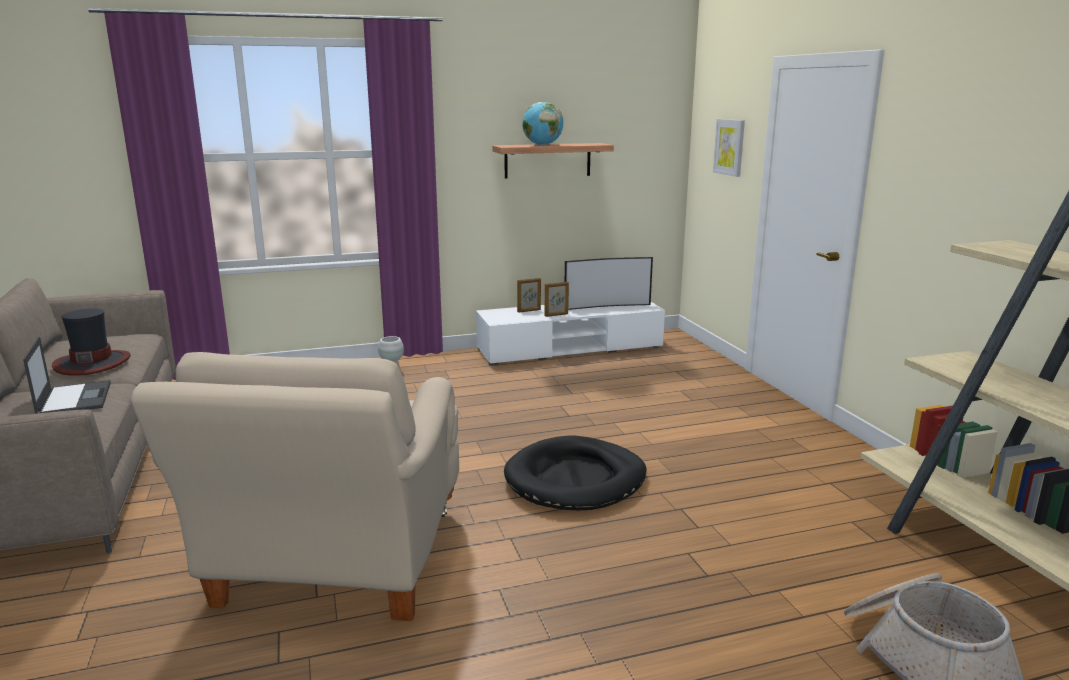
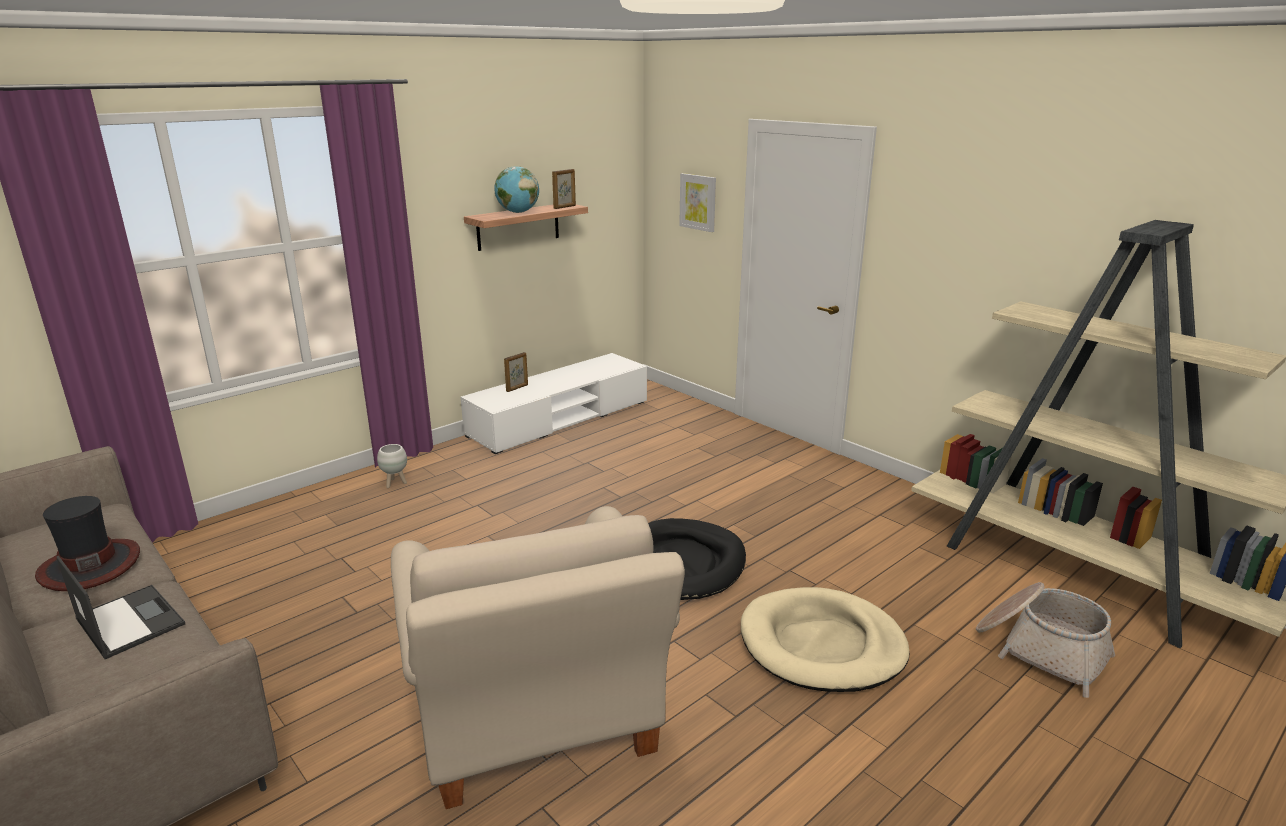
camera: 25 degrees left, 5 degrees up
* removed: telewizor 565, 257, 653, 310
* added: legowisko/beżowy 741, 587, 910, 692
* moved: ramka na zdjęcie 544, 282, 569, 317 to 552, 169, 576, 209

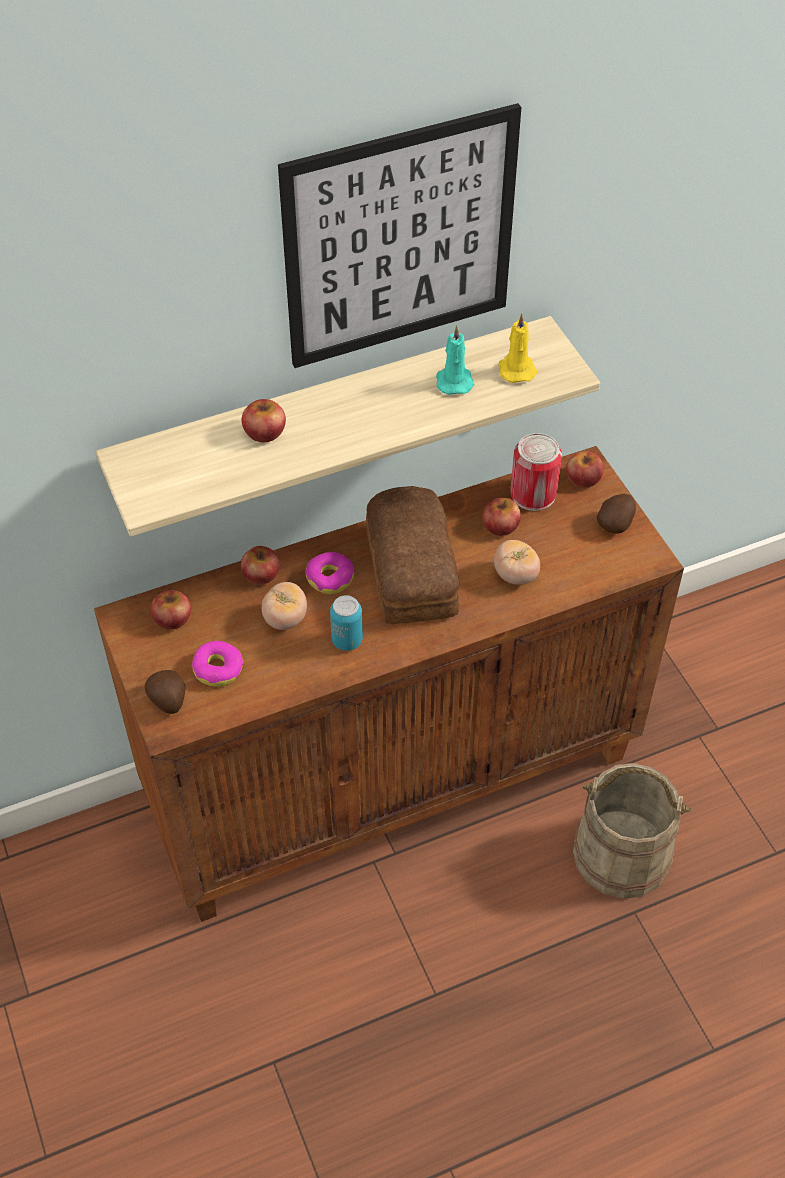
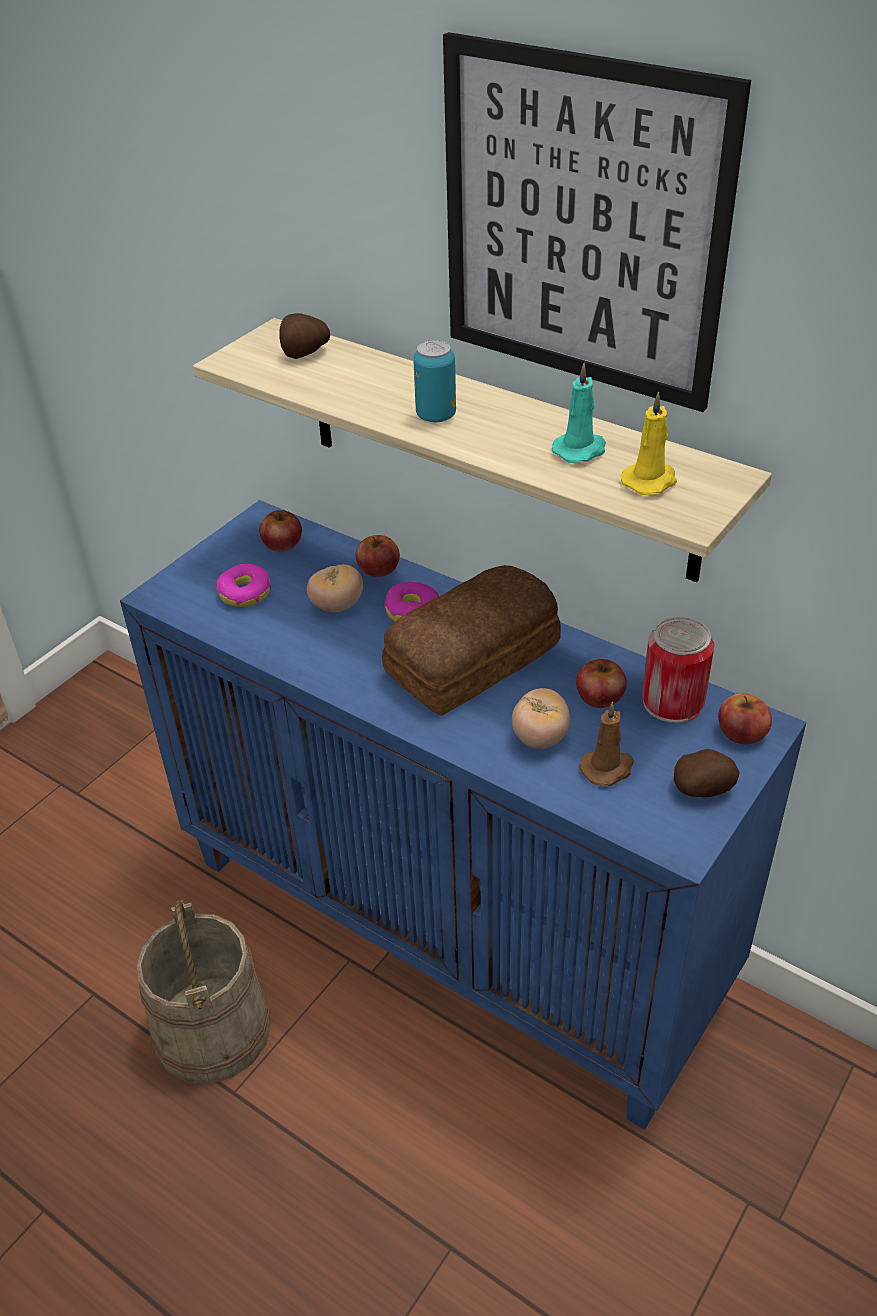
camera: 60 degrees right, 10 degrees down
* removed: jabłko 242, 399, 286, 442
* added: świeca/brązowy 580, 702, 634, 786
* moved: ziemniak 144, 670, 185, 714 to 279, 313, 330, 359
* moved: puszka 330, 595, 363, 651 to 413, 340, 456, 422
* moved: wiadro/beżowy 573, 763, 691, 899 to 136, 900, 271, 1084
* recoloured: szafka/brązowy 94, 446, 684, 922 to szafka/niebieski 120, 500, 806, 1130

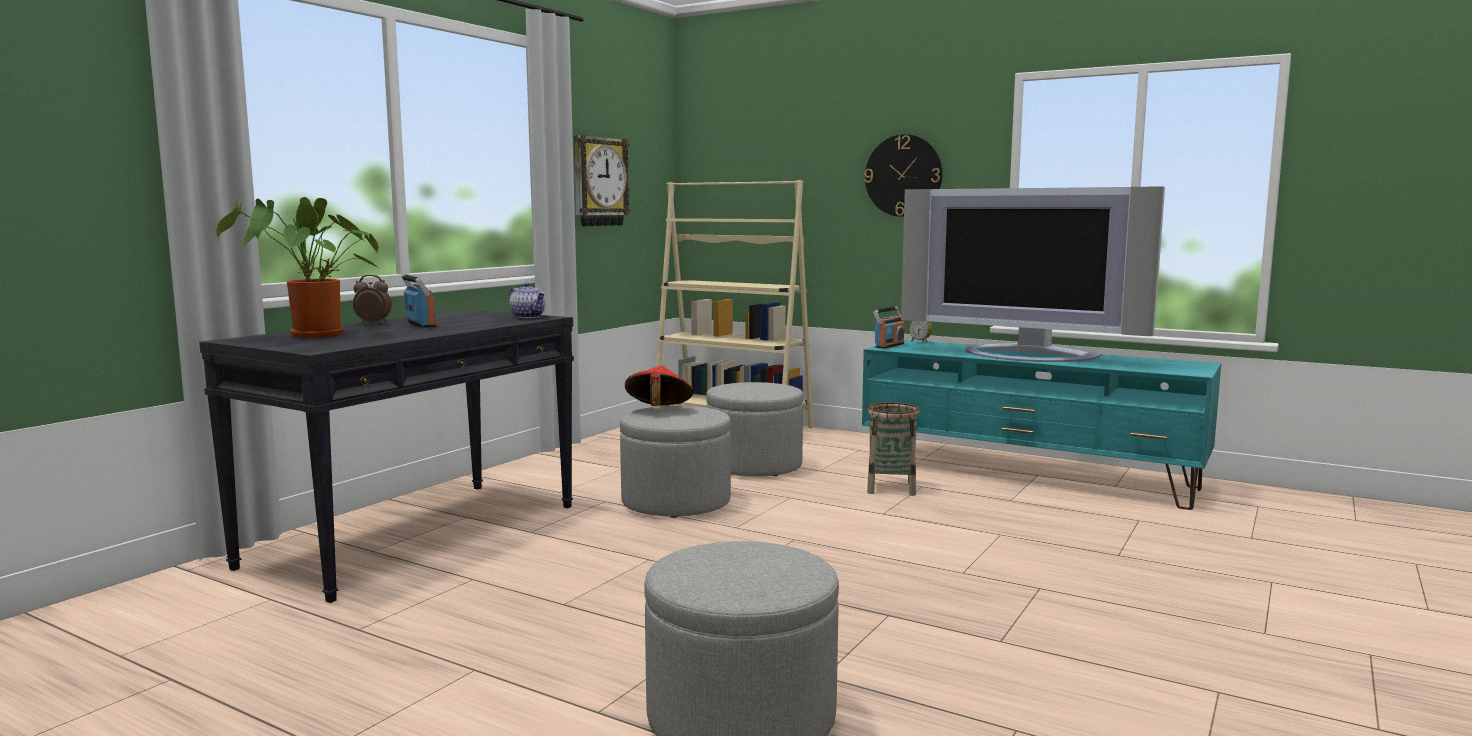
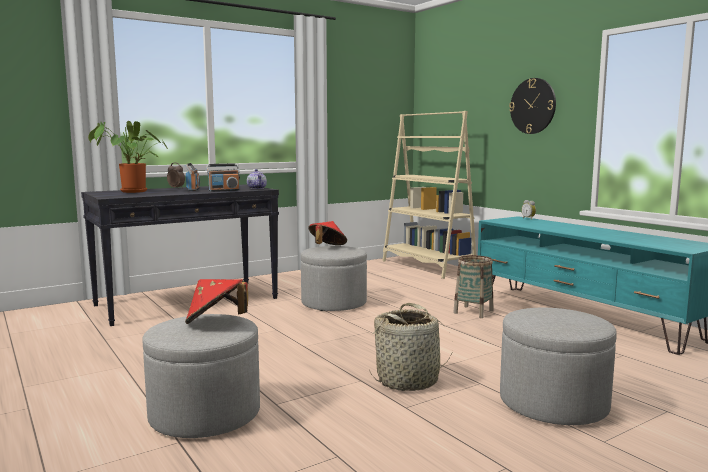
camera: 25 degrees right, 0 degrees up
* removed: zegar ścienny 573, 135, 631, 226
* removed: telewizor 901, 187, 1165, 362
* added: kapelusz/czerwony 185, 279, 248, 324
* added: koszyk 369, 303, 453, 391
* moved: pufa/szary 706, 382, 803, 477 to 500, 308, 617, 425
* moved: radio 873, 306, 904, 349 to 206, 163, 240, 192

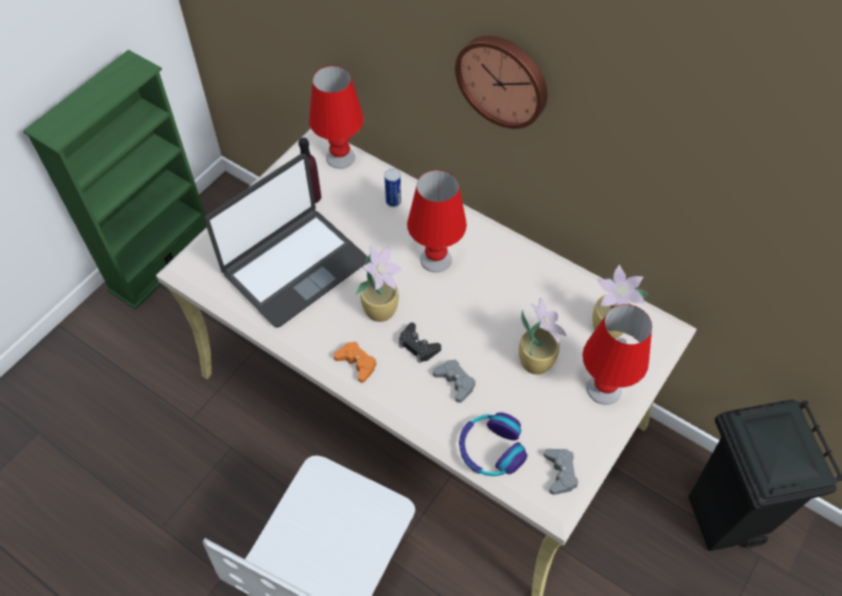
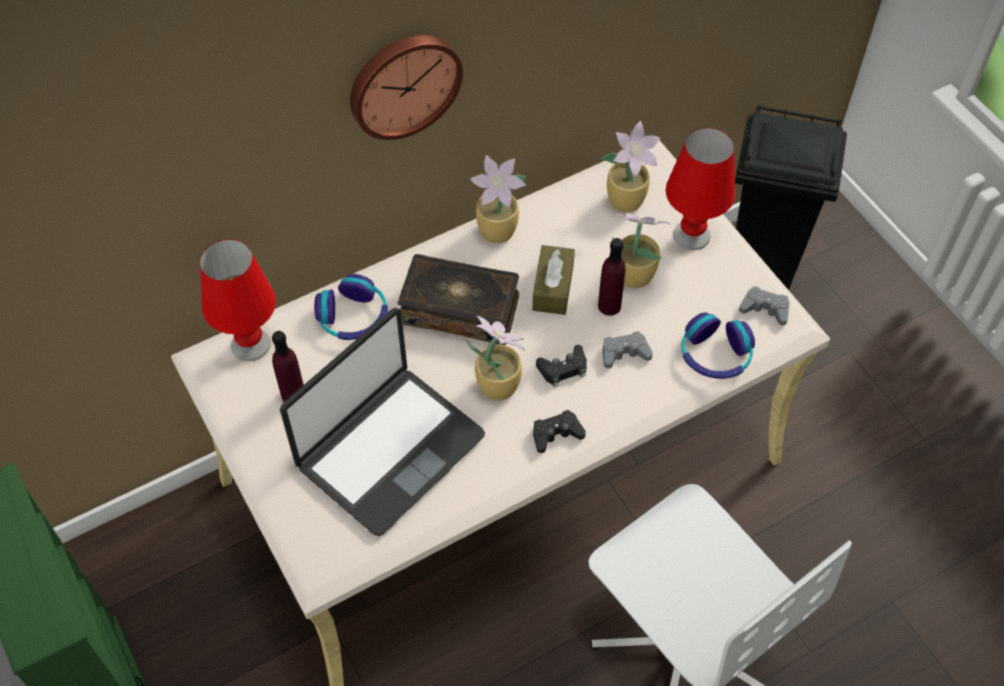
camera: 65 degrees left, 0 degrees up
* added: roślina doniczkowa 470, 155, 526, 243
* added: pudełko chusteczek/brązowy 532, 245, 575, 315
* added: butelka/fioletowy 598, 238, 626, 316
* replaced: puszka 384, 169, 401, 207 to słuchawki 314, 274, 388, 340
* replaced: lampa stołowa/czerwony 407, 170, 467, 273 to książka 398, 254, 519, 345
* recoloured: pad do gier/pomarańczowy 334, 341, 377, 383 to pad do gier/czarny 533, 410, 586, 453
* turned: laptop 204, 154, 367, 328 = 280, 308, 485, 537 60 degrees clockwise

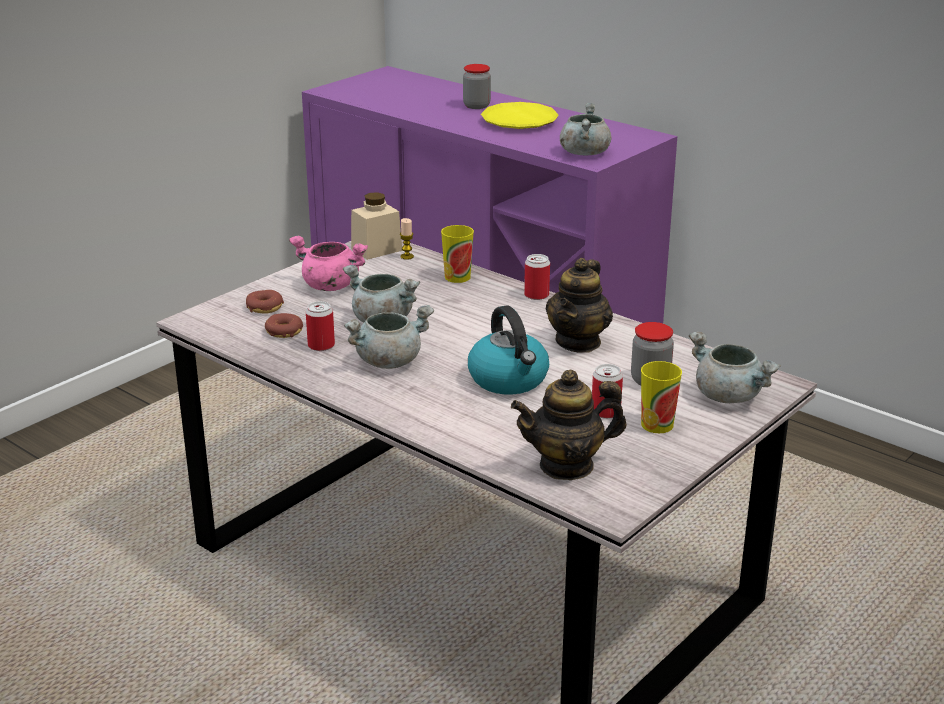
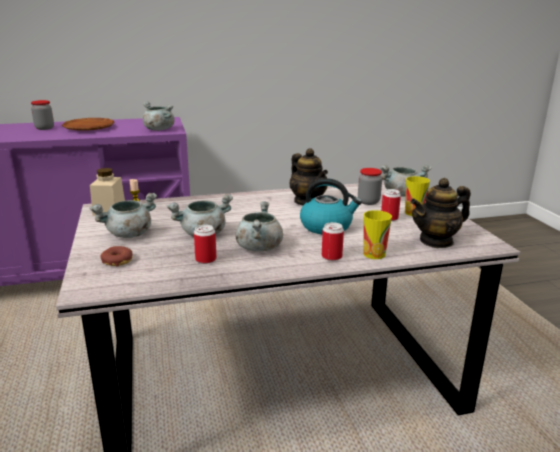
camera: 55 degrees left, 5 degrees down
* removed: donut 265, 313, 303, 338
* moved: filiżanka 441, 225, 474, 283 to 363, 210, 392, 259
* moved: puszka 524, 254, 550, 300 to 322, 222, 344, 261
* recoloured: garnek/różowy 289, 235, 368, 291 to garnek/szary 90, 193, 157, 238
* recoloured: talerz/żółty 481, 102, 559, 129 to talerz/brązowy 62, 118, 114, 131
* turned: imbryk 511, 370, 626, 480 = 410, 178, 471, 248 45 degrees clockwise

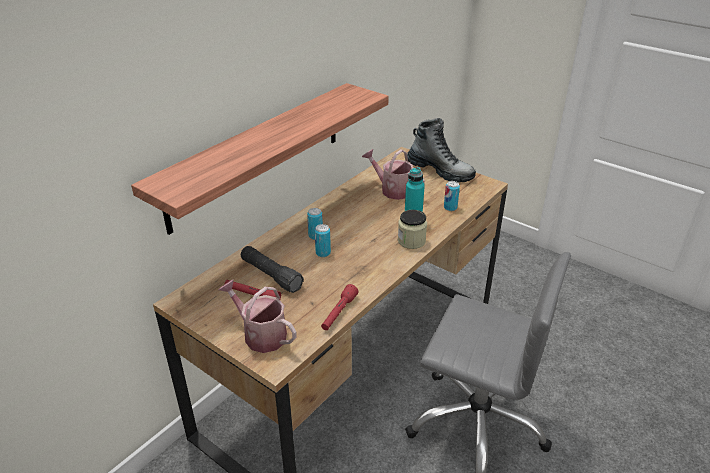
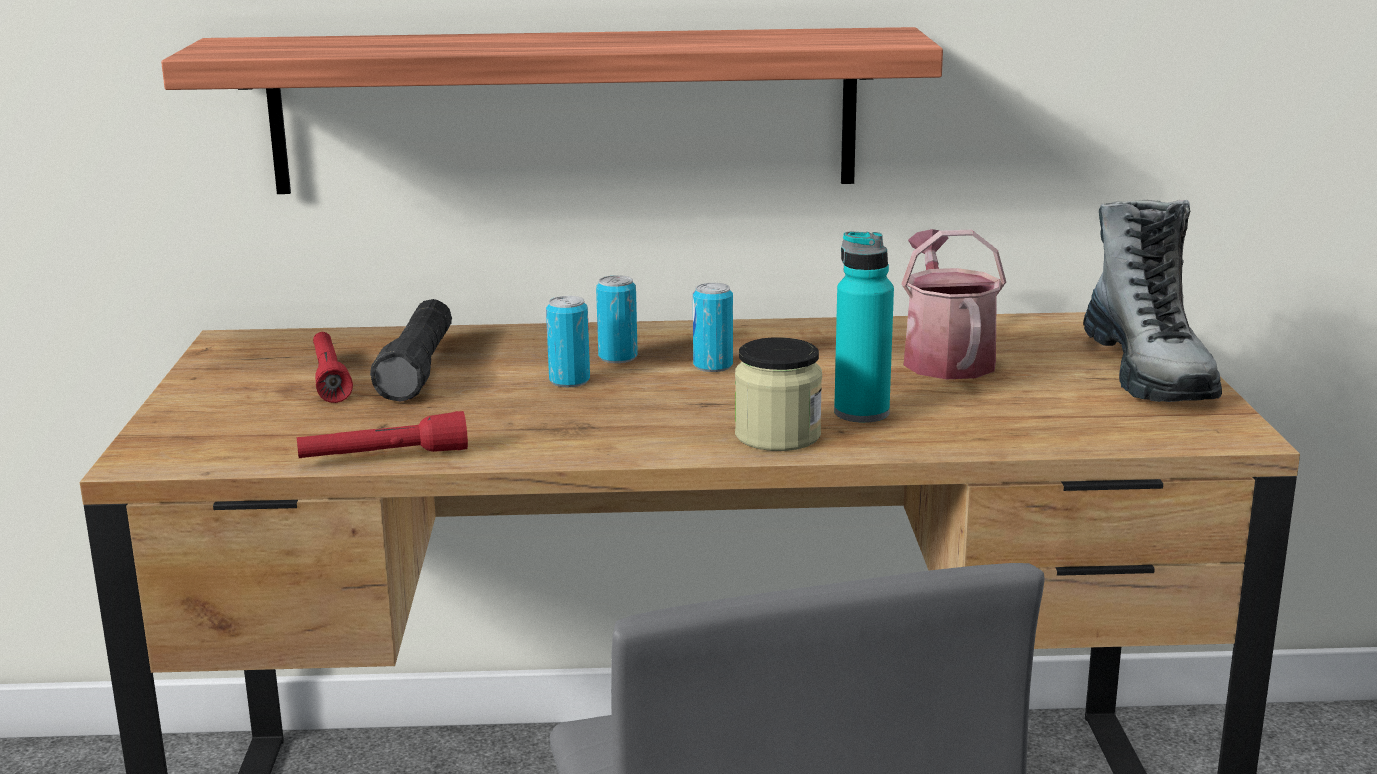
camera: 50 degrees right, 15 degrees down
* removed: konewka 218, 280, 297, 353
* moved: puszka 444, 181, 460, 211 to 693, 283, 733, 372

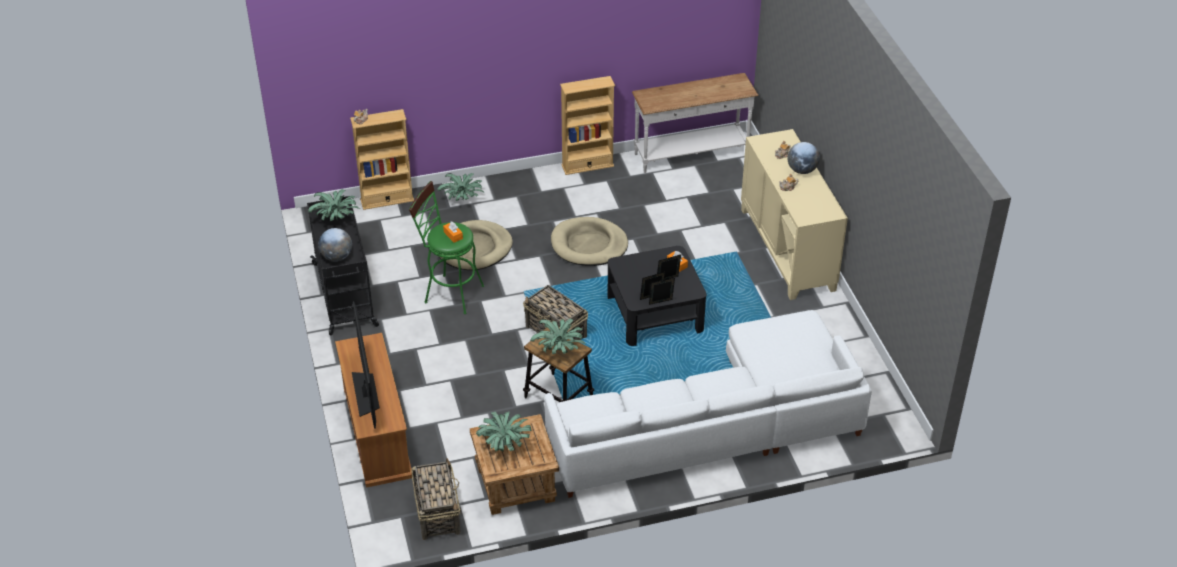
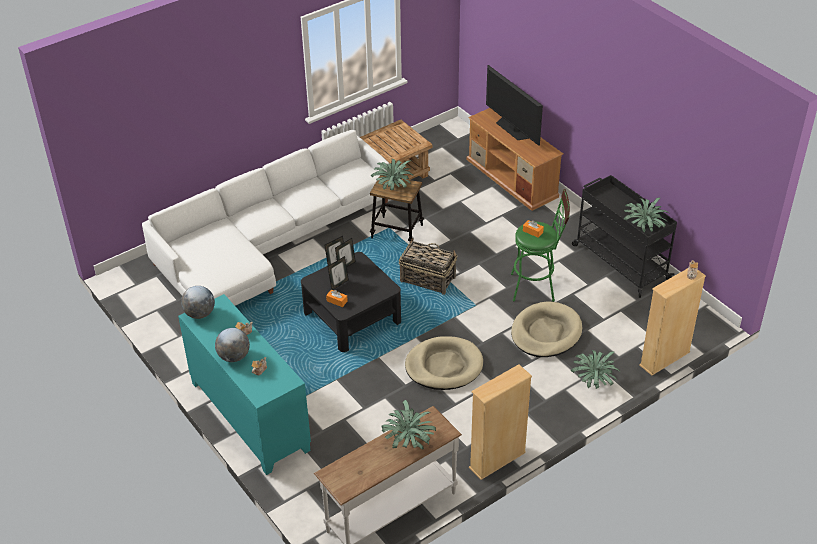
camera: 160 degrees right, 0 degrees up
* removed: koszyk 412, 458, 462, 540
* moved: globus 318, 228, 352, 261 to 181, 286, 215, 319
* moved: roślina doniczkowa 476, 412, 532, 451 to 381, 400, 436, 450
* recoloured: szafka/beżowy 741, 129, 848, 300 to szafka/turkusowy 178, 294, 311, 475

